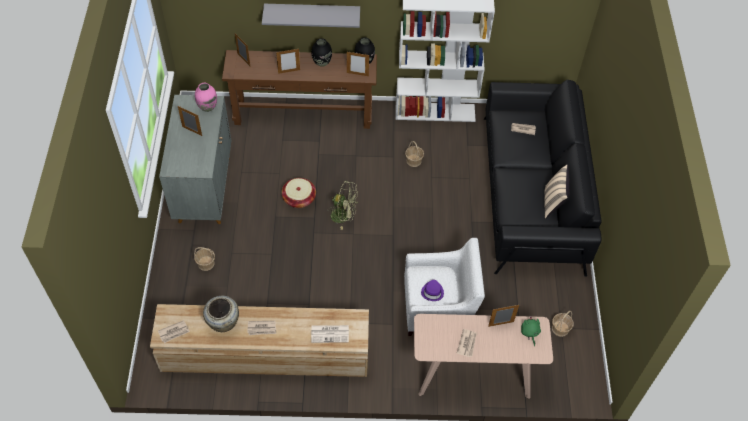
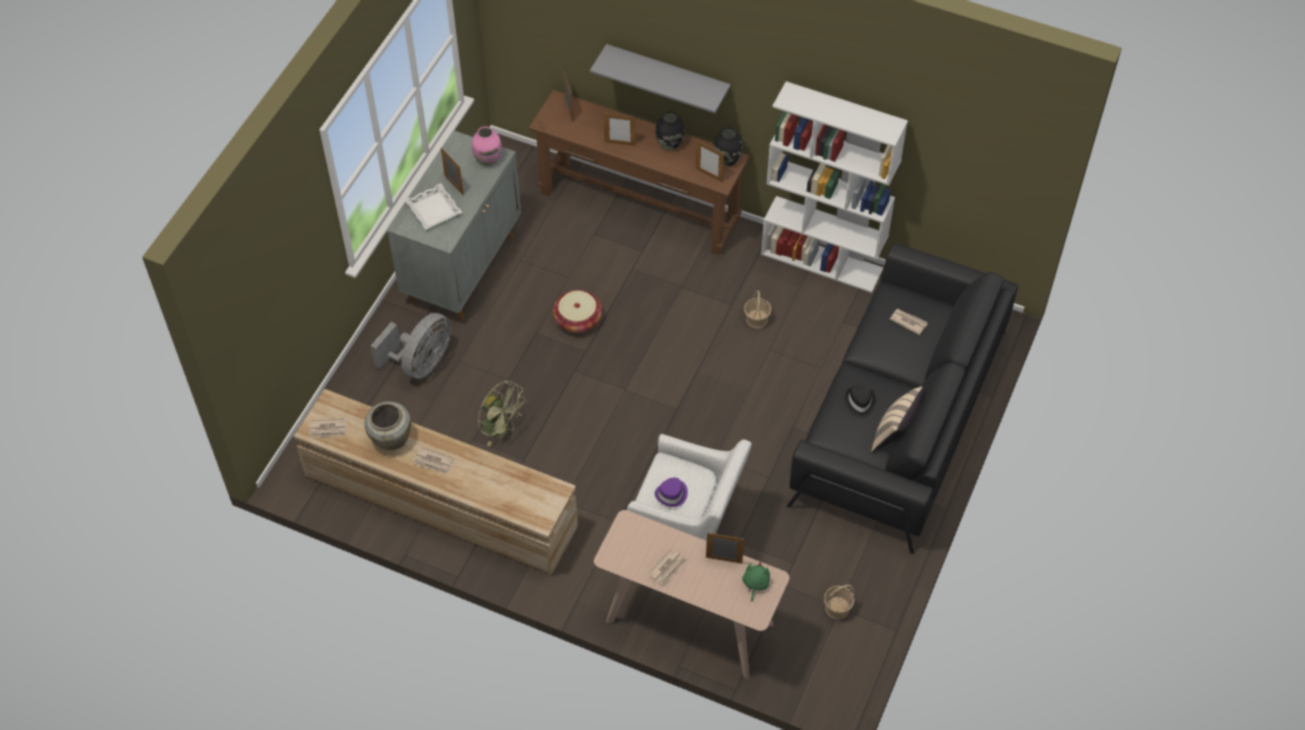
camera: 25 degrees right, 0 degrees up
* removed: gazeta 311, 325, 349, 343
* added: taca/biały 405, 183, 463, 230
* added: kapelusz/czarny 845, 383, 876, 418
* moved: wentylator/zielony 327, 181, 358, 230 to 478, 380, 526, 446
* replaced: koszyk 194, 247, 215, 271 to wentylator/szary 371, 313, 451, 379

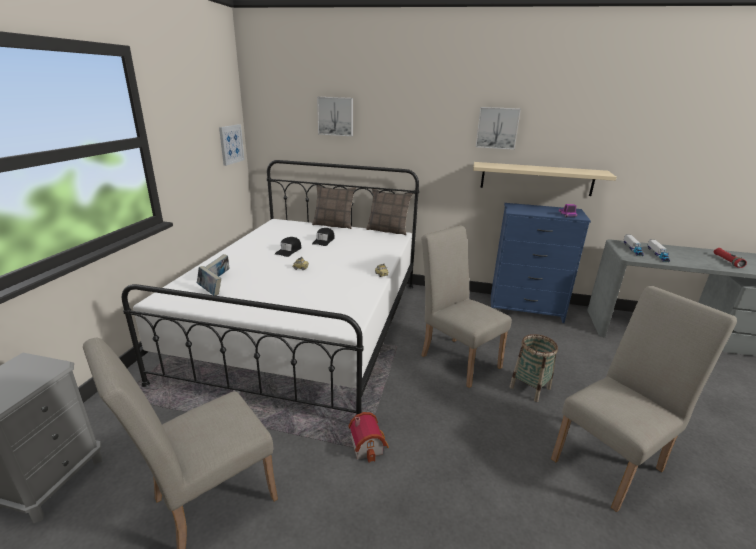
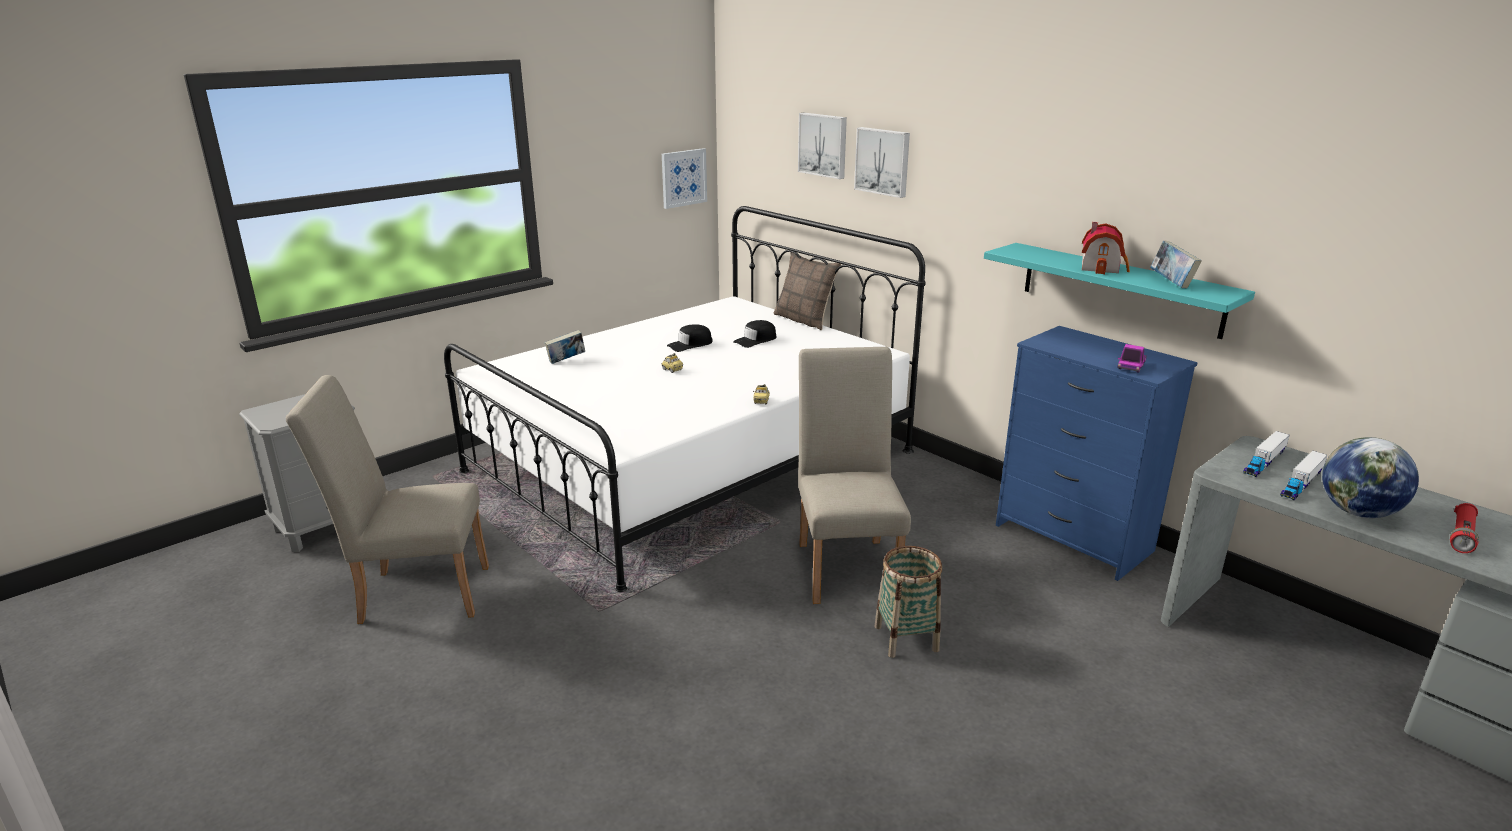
camera: 35 degrees right, 0 degrees up
* removed: poduszka 366, 189, 413, 235
* removed: krzesło/beżowy 551, 286, 737, 512
* added: globus 1322, 437, 1419, 518
* moved: książka 197, 266, 221, 296 to 1150, 240, 1202, 289
* moved: domek 349, 412, 389, 463 to 1082, 222, 1130, 274
* moved: obraz 476, 107, 521, 150 to 854, 127, 910, 198
* recoloured: półka/beżowy 473, 162, 617, 196 to półka/turkusowy 984, 243, 1255, 339

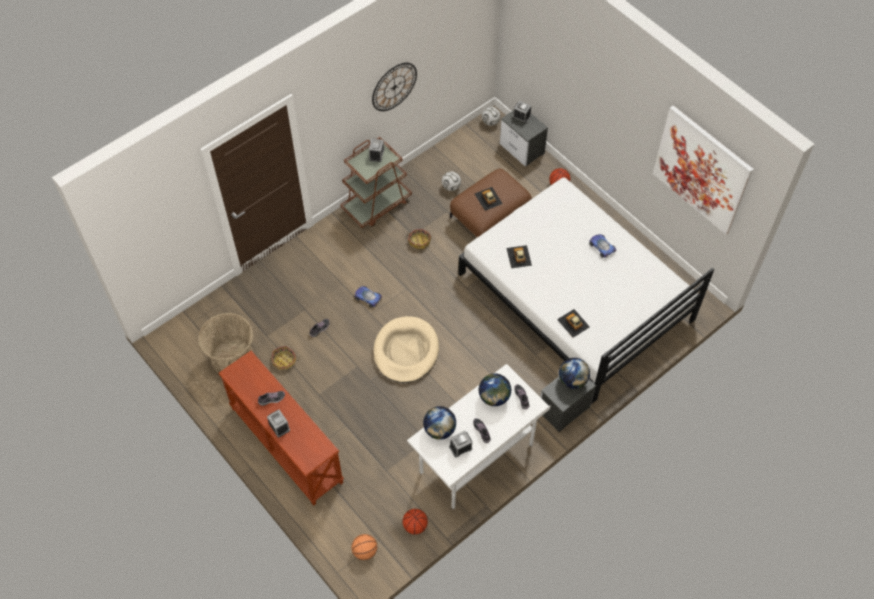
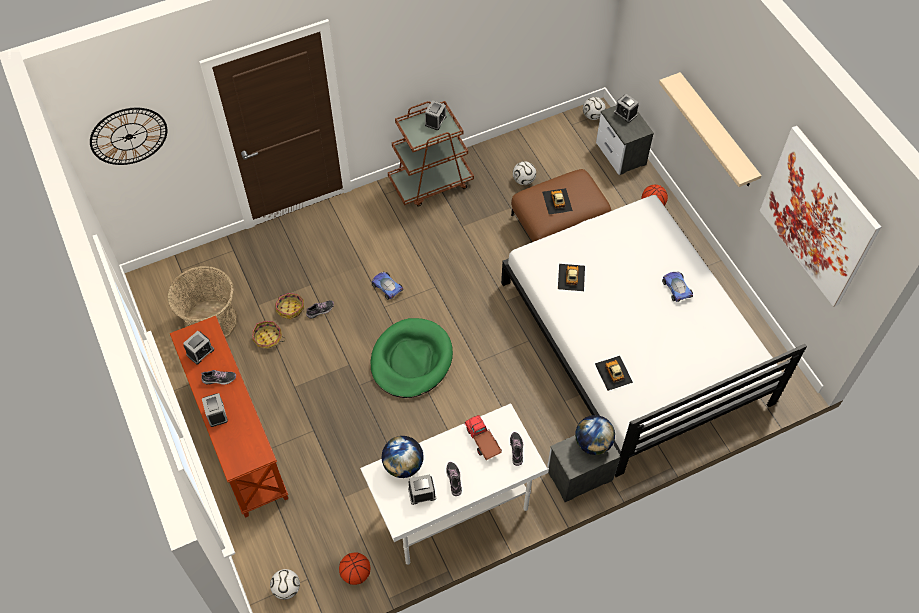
camera: 15 degrees right, 0 degrees up
* added: budzik 183, 331, 214, 364
* added: półka/beżowy 659, 72, 762, 187
* moved: zegar ścienny 372, 63, 417, 111 to 90, 108, 167, 165
* moved: koszyk 407, 229, 431, 249 to 275, 293, 304, 319
* replaced: piłka do koszykówki 351, 534, 377, 560 to piłka futbolowa 270, 569, 300, 600
* replaced: globus 479, 373, 511, 406 to ciężarówka zabawkowa 464, 415, 502, 460
* recoloured: legowisko/beżowy 373, 316, 439, 383 to legowisko/zielony 370, 318, 453, 398

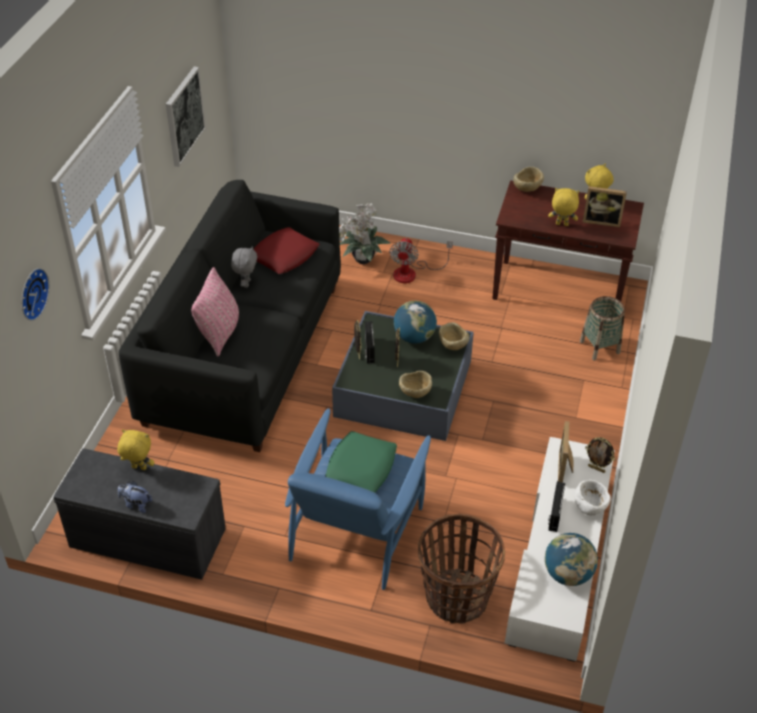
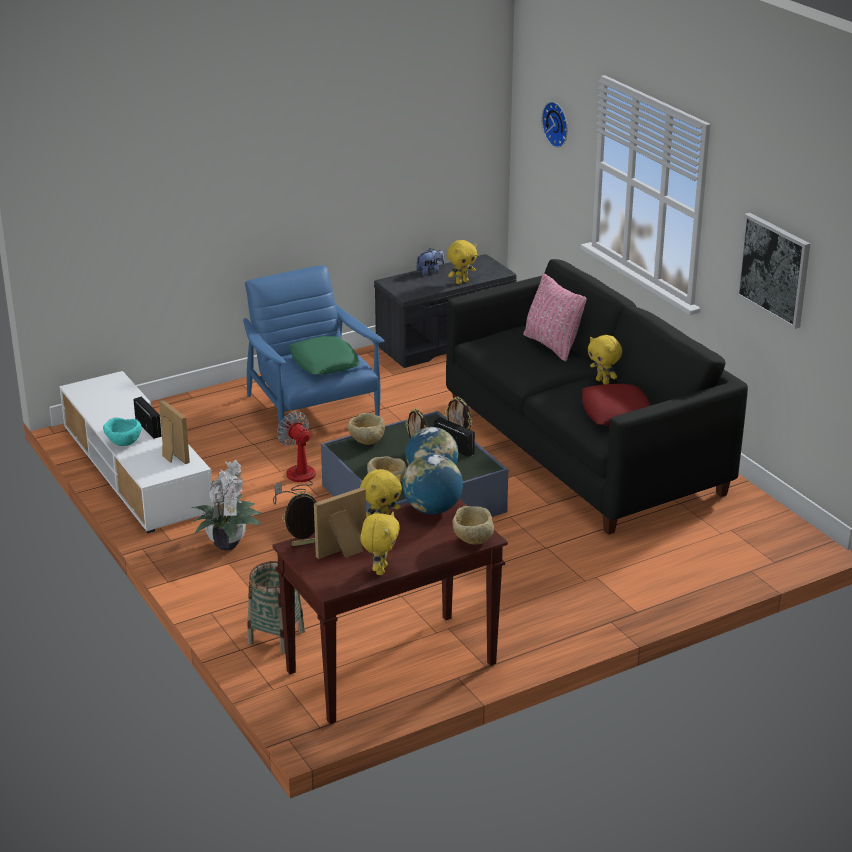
camera: 135 degrees right, 15 degrees down
* removed: koszyk 418, 514, 505, 624
* moved: roślina doniczkowa 339, 202, 391, 264 to 191, 460, 262, 551
* moved: wentylator 389, 238, 453, 283 to 273, 412, 316, 505
* moved: globus 545, 533, 598, 586 to 402, 454, 463, 514
* moved: ramka na zdjęcie 585, 437, 615, 473 to 282, 491, 316, 546
* recoloured: pluszak/szary 231, 246, 257, 288 to pluszak/żółty 588, 335, 622, 384
* recoloured: miska/biały 574, 480, 611, 515 to miska/turkusowy 103, 418, 142, 446

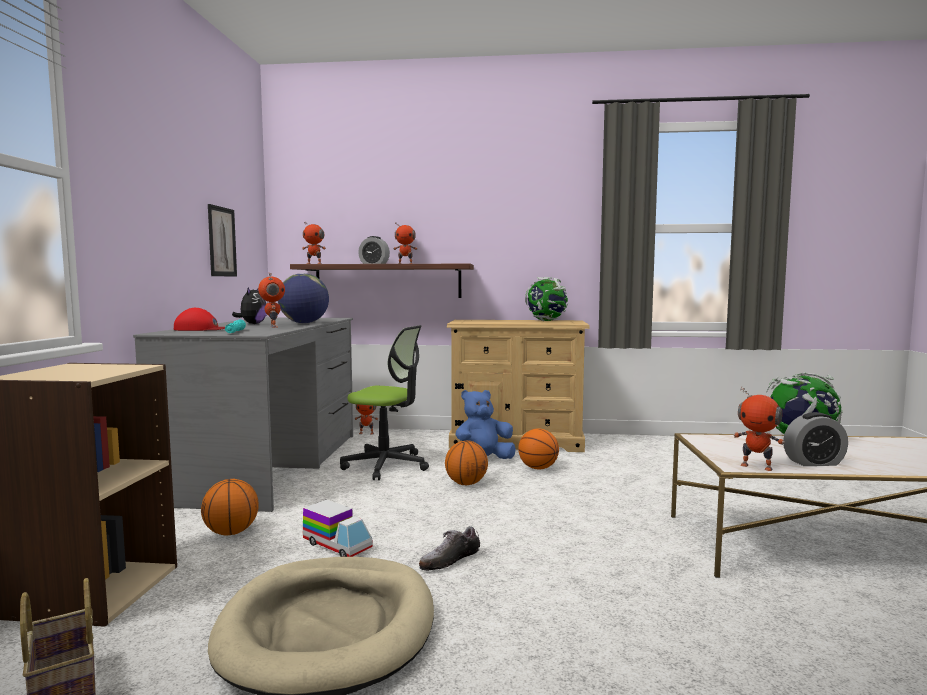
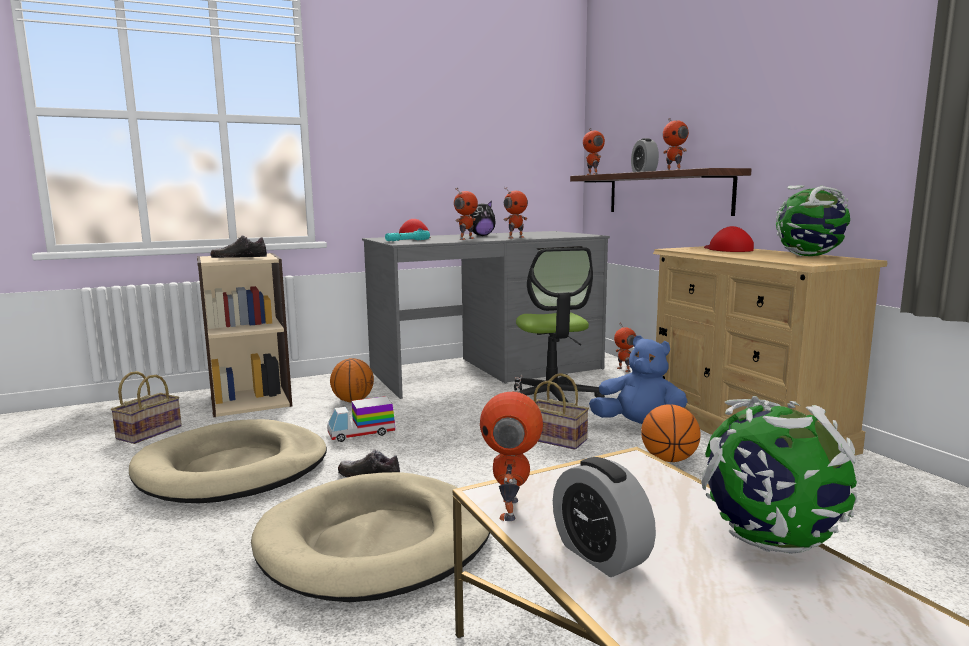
camera: 60 degrees right, 5 degrees up
* removed: obraz 208, 204, 237, 277
* added: but 210, 235, 267, 258
* added: legowisko/beżowy 251, 472, 490, 602
* added: czapka z daszkiem/czerwony 704, 226, 754, 252
* replaced: globus 278, 273, 329, 323 to robot zabawkowy 504, 187, 528, 239
* replaced: piłka do koszykówki 445, 440, 488, 485 to koszyk 534, 373, 589, 450
* turned: ciężarówka zabawkowa 303, 499, 373, 557 = 327, 396, 395, 442 60 degrees clockwise

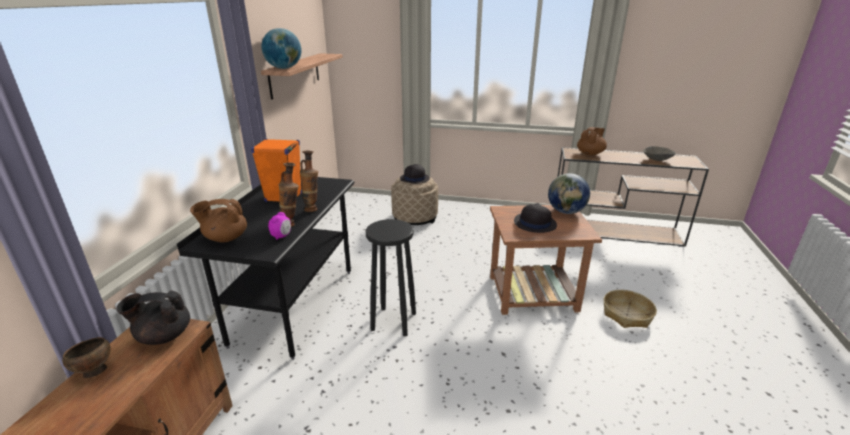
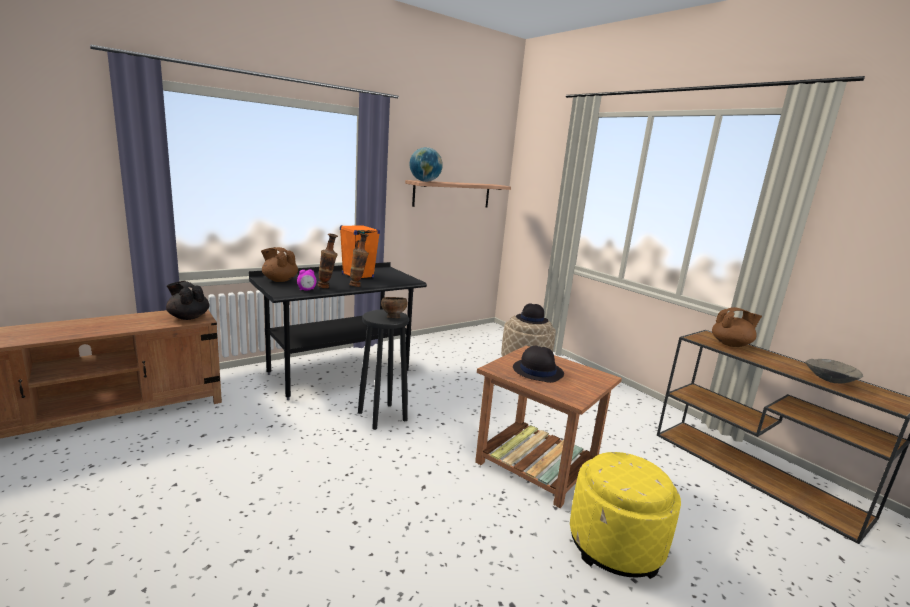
camera: 40 degrees right, 10 degrees down
* removed: globus 548, 173, 590, 214
* moved: miska/brązowy 62, 337, 111, 379 to 381, 297, 408, 318
* replaced: koszyk 604, 290, 657, 328 to pufa/żółty 570, 452, 681, 579

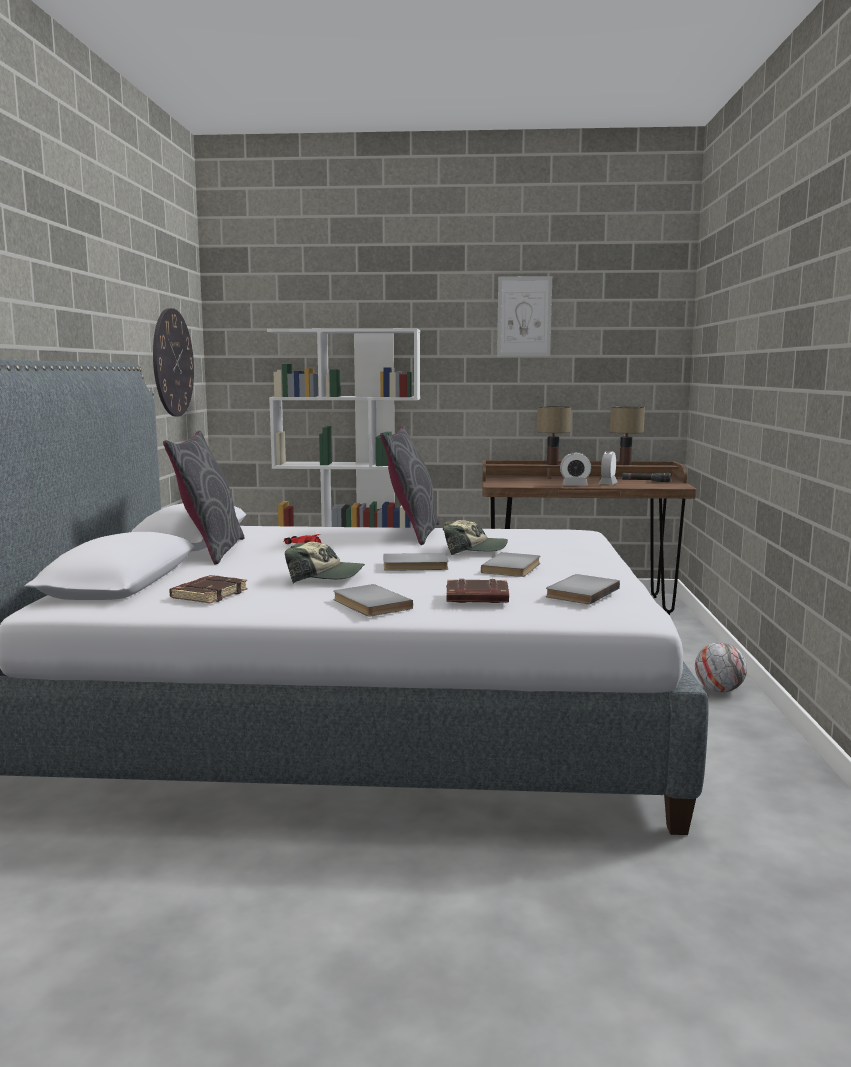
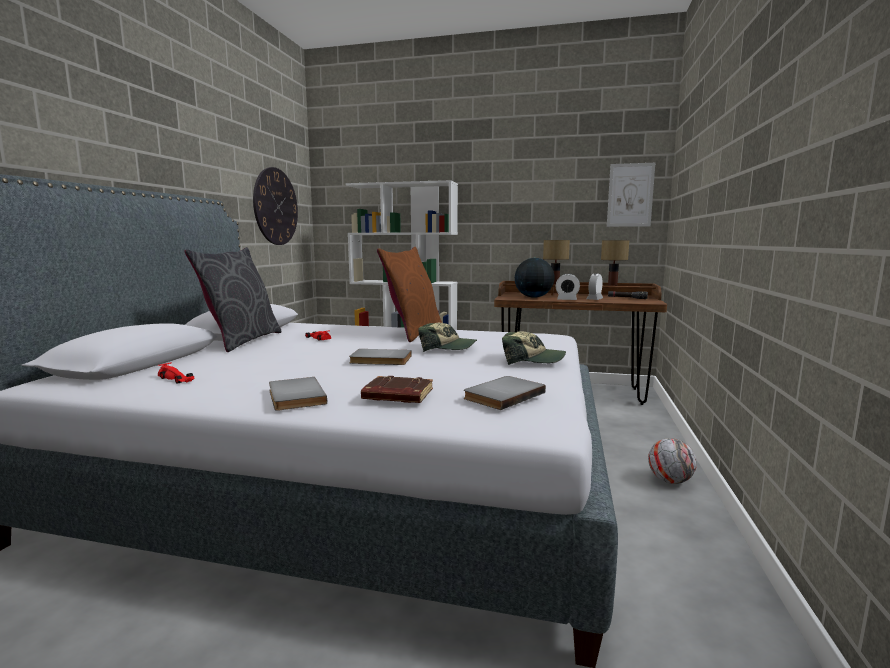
camera: 10 degrees right, 0 degrees up
* removed: książka/szary 481, 552, 540, 577
* added: globus 515, 258, 554, 298
* moved: czapka z daszkiem 285, 542, 365, 583 to 502, 331, 566, 365
* moved: obraz 497, 276, 552, 356 to 607, 163, 655, 227
* replaced: książka/brązowy 169, 575, 248, 604 to samochodzik/czerwony 158, 362, 195, 384
* recoloured: poduszka/szary 380, 425, 439, 545 to poduszka/brązowy 377, 247, 442, 342

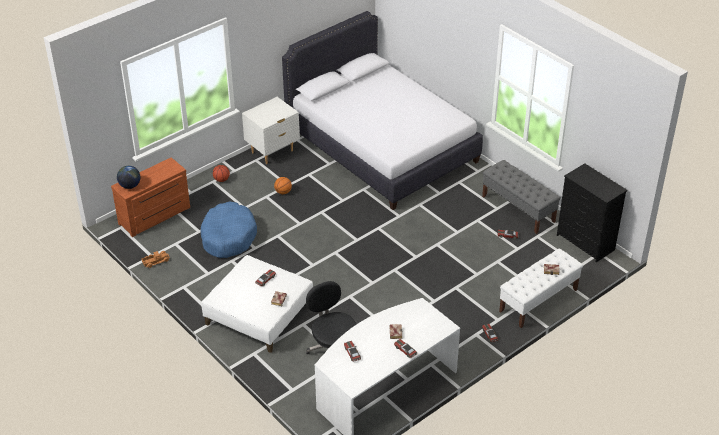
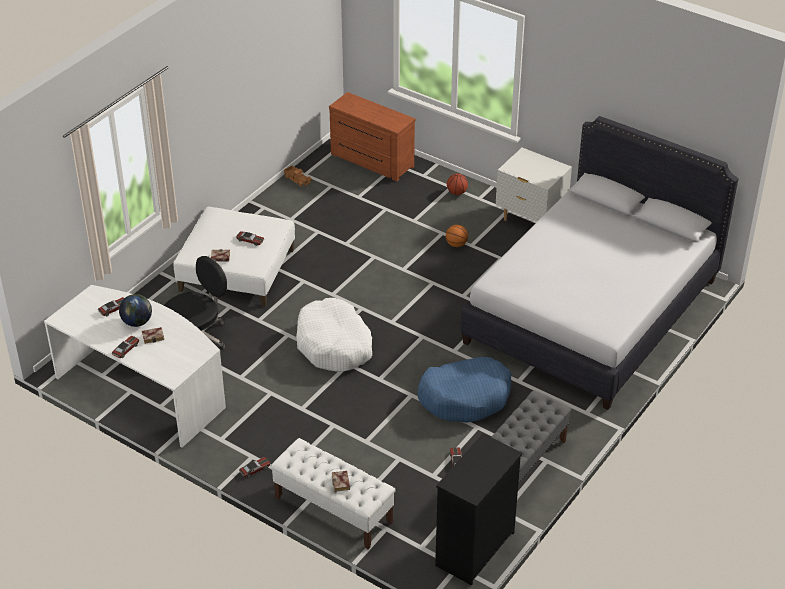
camera: 75 degrees right, 0 degrees up
* added: legowisko/biały 296, 298, 372, 372
* moved: globus 117, 166, 141, 189 to 119, 294, 152, 327
* moved: legowisko/niebieski 201, 201, 257, 258 to 418, 357, 511, 423

